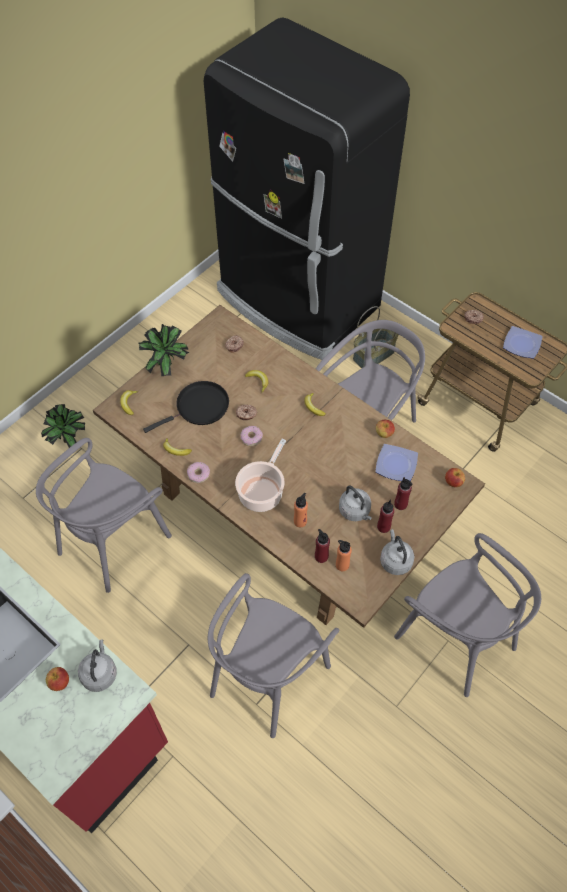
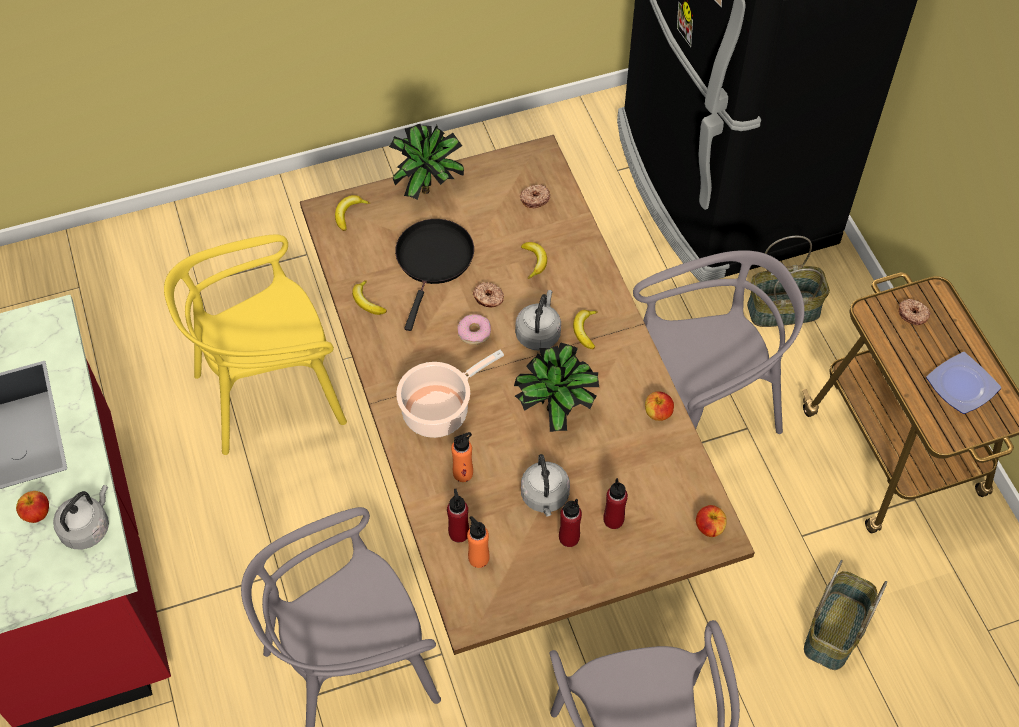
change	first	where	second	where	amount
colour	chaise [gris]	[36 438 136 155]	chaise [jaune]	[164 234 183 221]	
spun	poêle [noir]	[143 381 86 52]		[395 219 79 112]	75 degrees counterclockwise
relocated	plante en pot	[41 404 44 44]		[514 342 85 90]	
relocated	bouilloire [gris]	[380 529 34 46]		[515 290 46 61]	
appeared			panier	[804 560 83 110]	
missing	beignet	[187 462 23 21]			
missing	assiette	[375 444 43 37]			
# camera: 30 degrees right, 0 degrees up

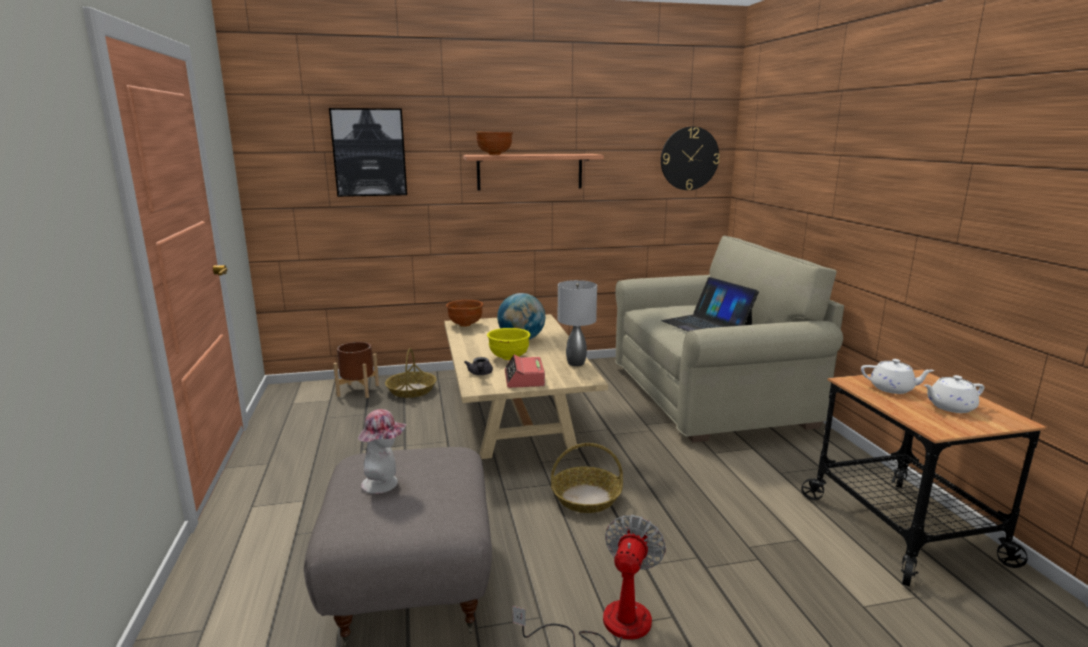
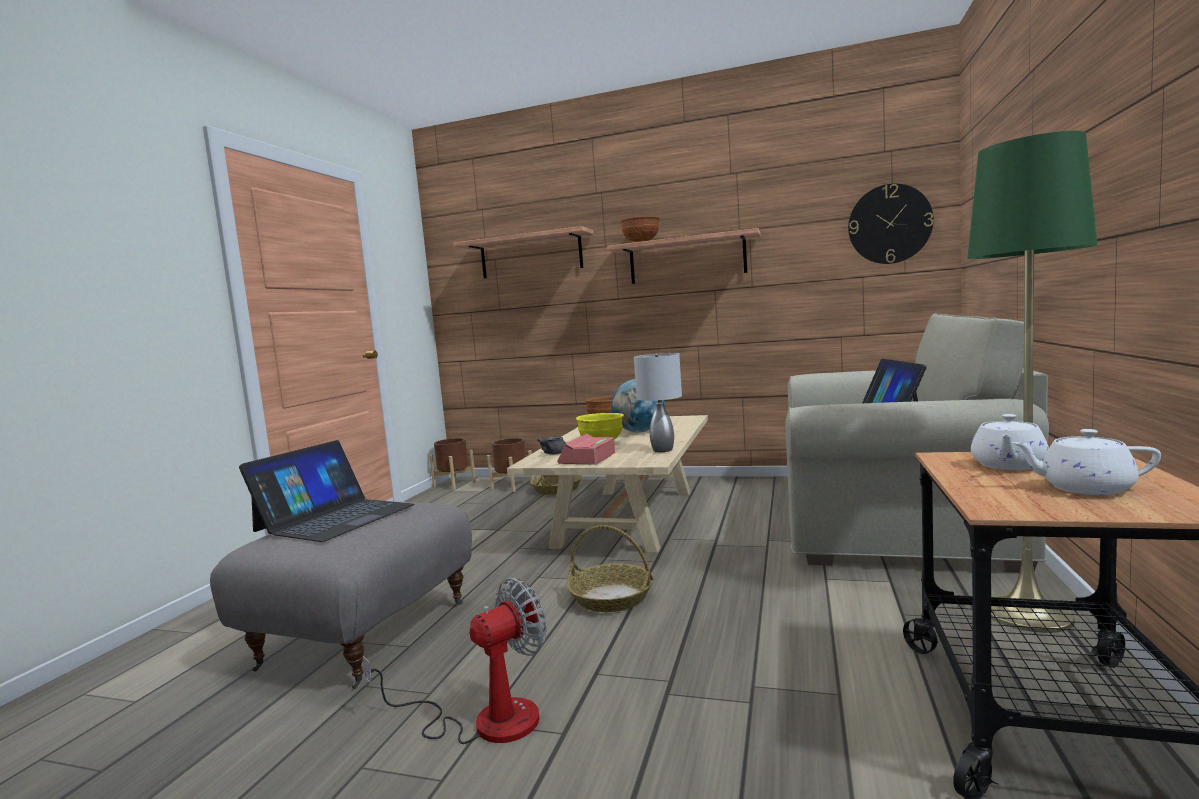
change	first	where	second	where	amount
exchanged	chapeau	[358 409 48 85]	ordinateur portable	[239 440 175 102]	
appeared			cache-pot [marron]	[429 438 47 52]	
exchanged	tableau	[329 108 78 89]	étagère	[453 226 140 52]	
appeared			lampadaire [vert]	[967 131 130 502]	
spun	théière [blanc]	[861 359 74 35]		[971 414 78 56]	75 degrees clockwise
# camera: 30 degrees right, 10 degrees down

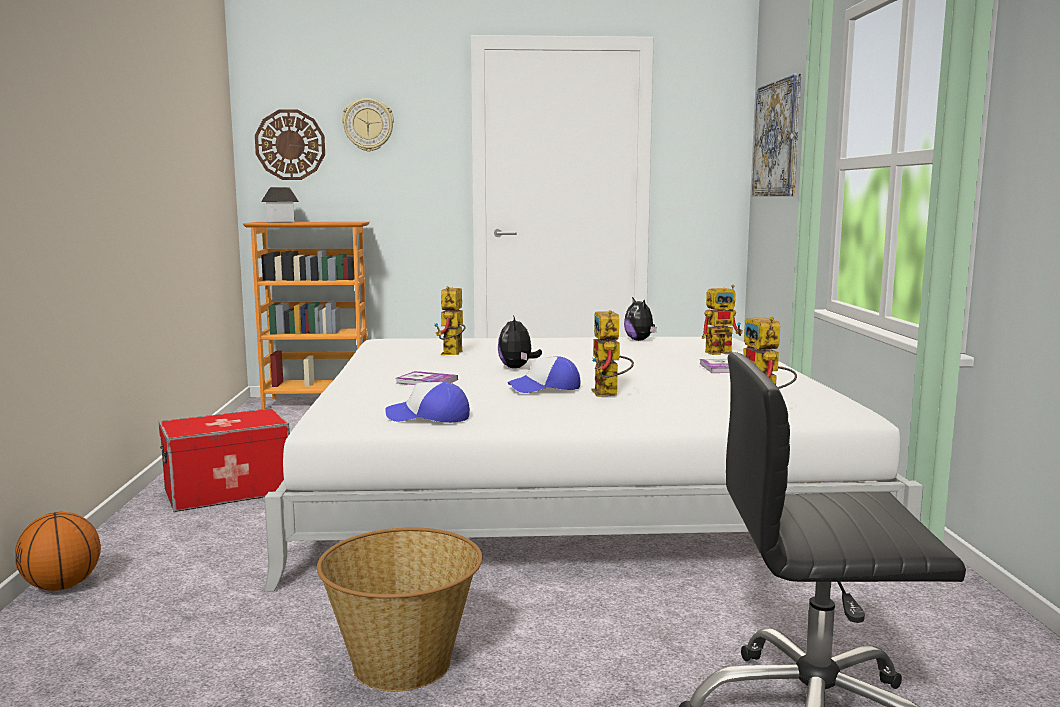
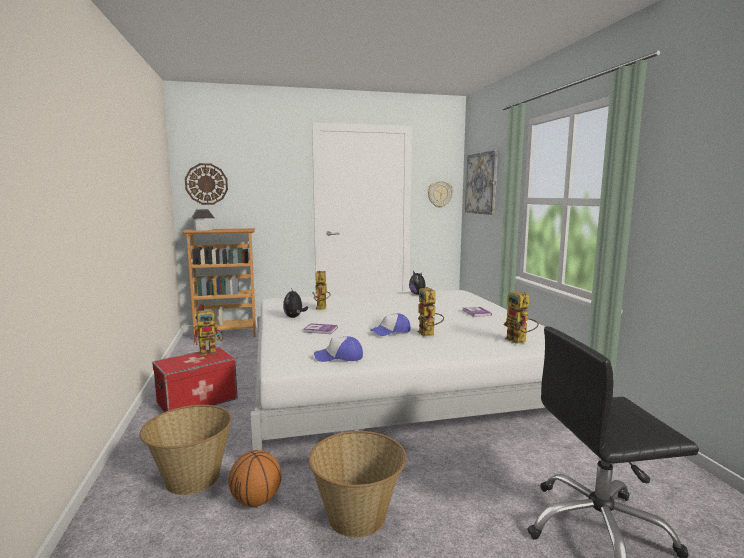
change	first	where	second	where	amount
appeared			panier	[140 405 92 90]	
relocated	robot jouet	[702 285 41 70]		[193 308 30 48]	
relocated	ballon de basket	[15 511 86 80]		[228 450 54 57]	
relocated	peluche	[498 315 44 53]		[283 288 25 30]	
relocated	horloge murale	[342 98 52 54]		[428 180 25 28]	
# camera: 10 degrees left, 0 degrees up

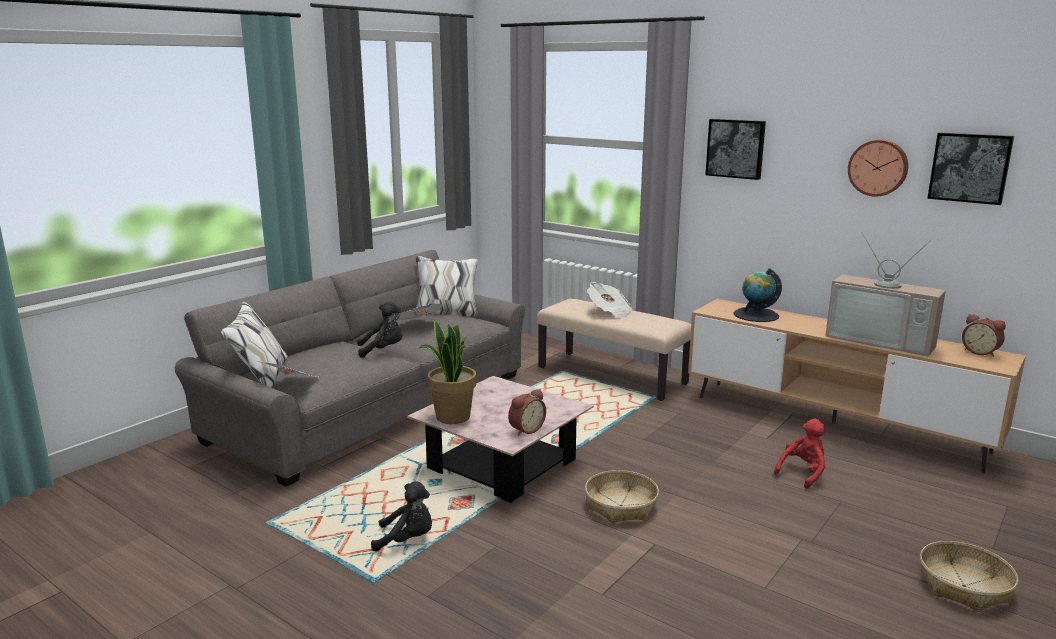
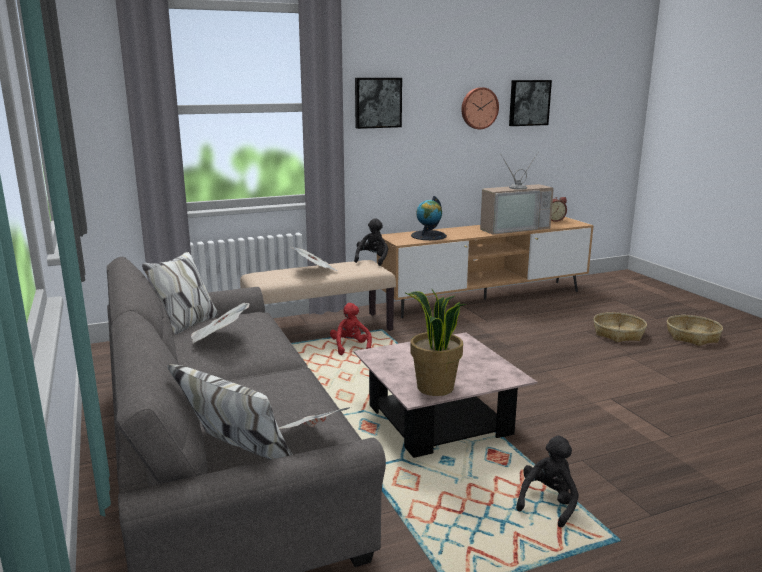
change	first	where	second	where	amount
relocated	peluche [rouge]	[774 419 51 70]		[330 303 42 52]	
relocated	peluche [noir]	[357 301 45 57]		[354 218 34 48]	
relocated	panier	[585 470 74 53]		[593 312 54 30]	
missing	réveil	[508 389 38 47]			
# camera: 60 degrees left, 0 degrees up

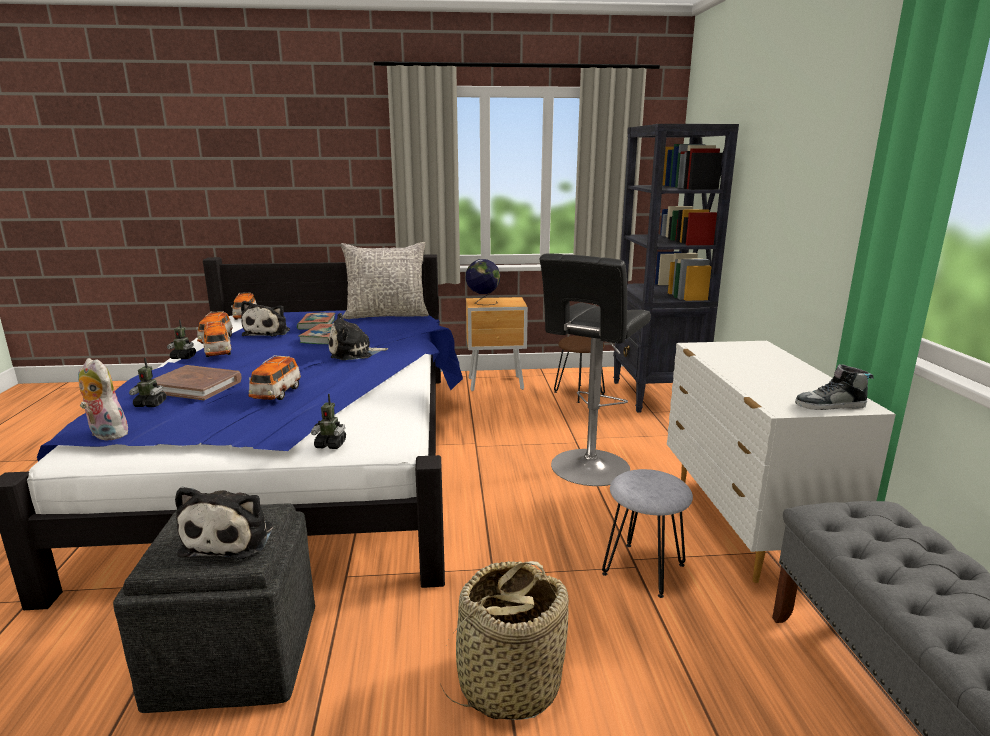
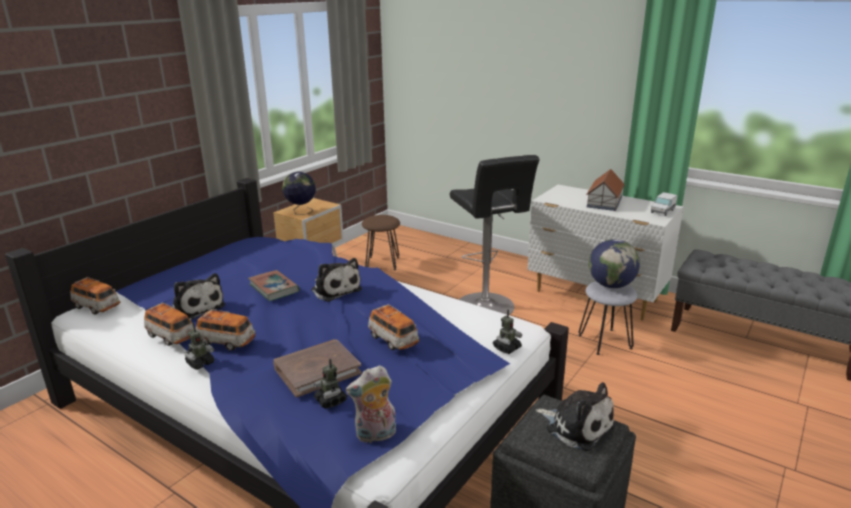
change	first	where	second	where	amount
spun	peluche	[329 313 59 47]		[311 258 51 44]	60 degrees counterclockwise
spun	robot jouet	[129 358 37 49]		[314 359 33 50]	105 degrees clockwise
appeared			maison miniature	[586 169 39 42]	
appeared			globe	[589 239 51 49]	
exchanged	chaussure	[795 364 79 46]	camion jouet	[651 192 27 24]	
missing	livre	[297 313 38 17]			
missing	coussin [gris]	[341 242 88 77]			
missing	panier	[440 561 129 159]			
missing	bibliothèque [noir]	[613 124 126 289]			
# camera: 50 degrees left, 5 degrees up

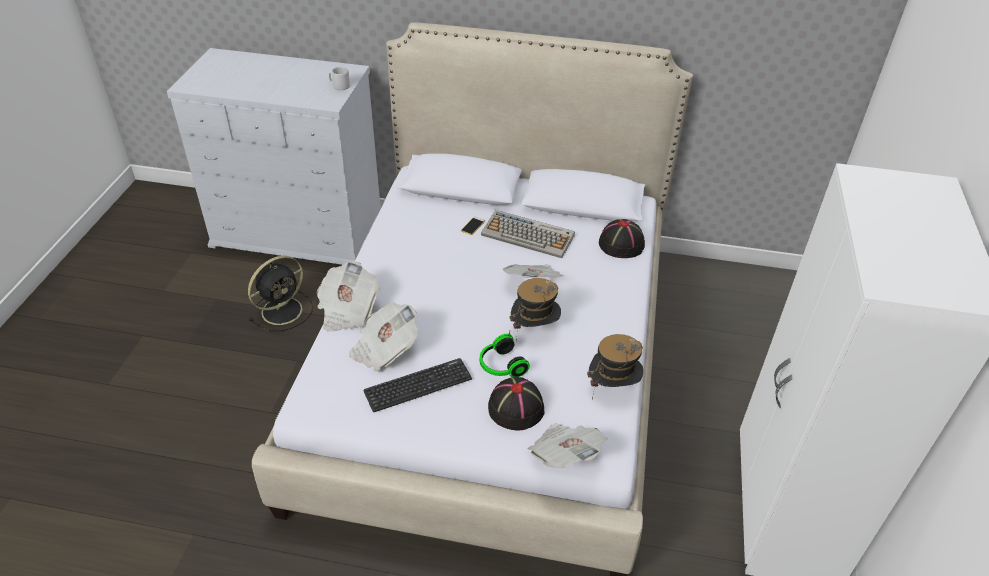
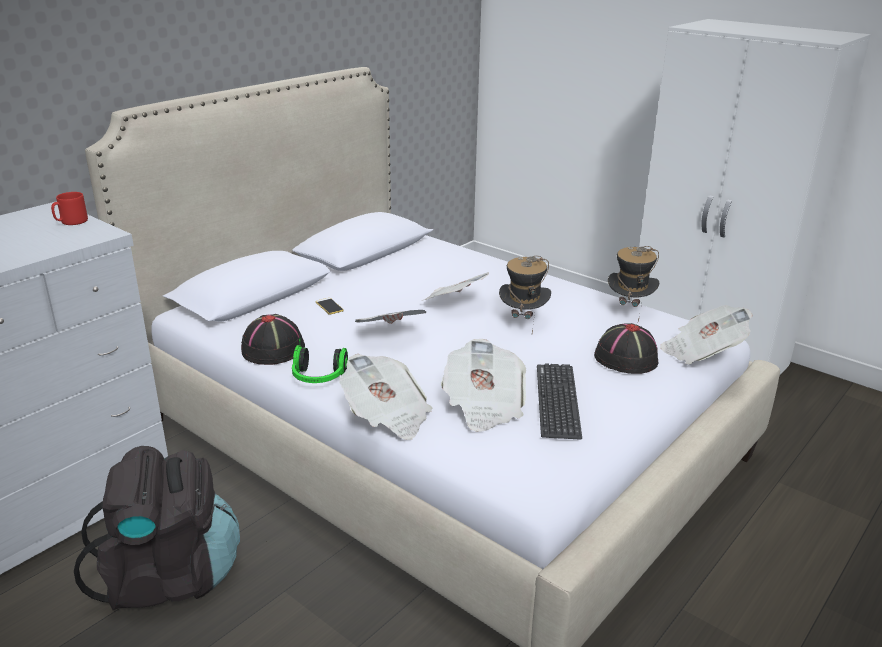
change	first	where	second	where	amount
colour	mug [gris]	[329 67 21 23]	mug [rouge]	[51 192 37 33]	
exchanged	ventilateur [noir]	[248 256 65 75]	sac à dos [noir]	[74 446 166 164]	
relocated	chapeau [noir]	[599 219 46 39]		[241 314 64 51]	
relocated	casque audio	[480 331 50 46]		[292 338 56 45]	
appeared			journal	[355 310 72 14]	
missing	clavier	[481 210 94 48]			
# camera: 60 degrees left, 15 degrees down

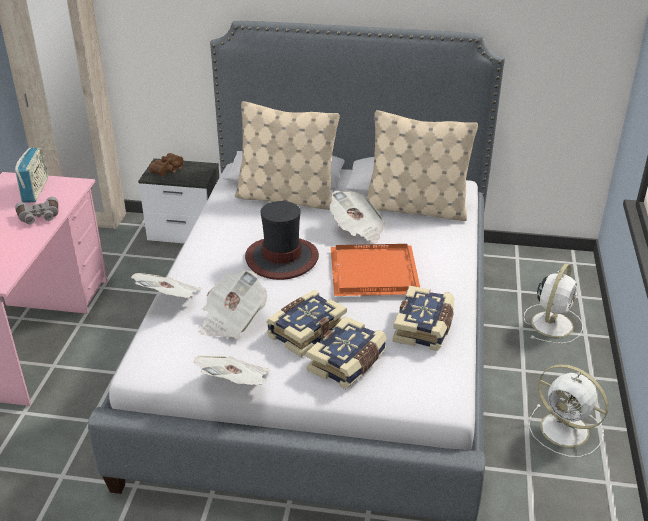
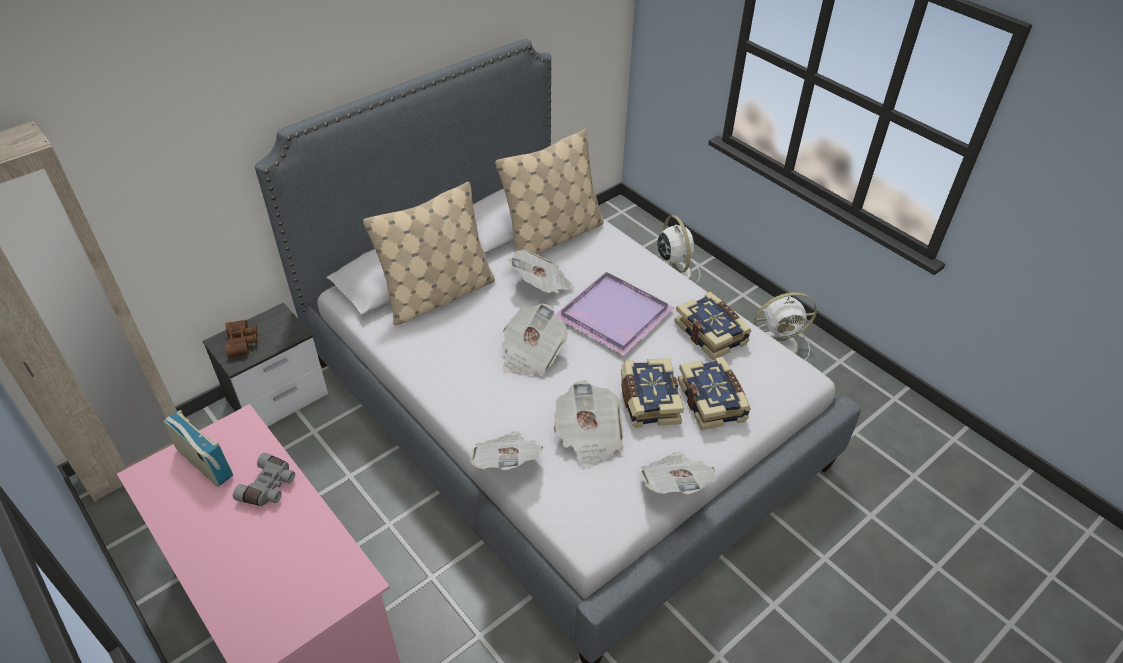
change	first	where	second	where	amount
exchanged	chapeau	[245 201 74 79]	journal	[502 304 66 71]	
colour	plateau [orange]	[331 244 89 52]	plateau [violet]	[556 272 119 84]	
# camera: 50 degrees left, 10 degrees up

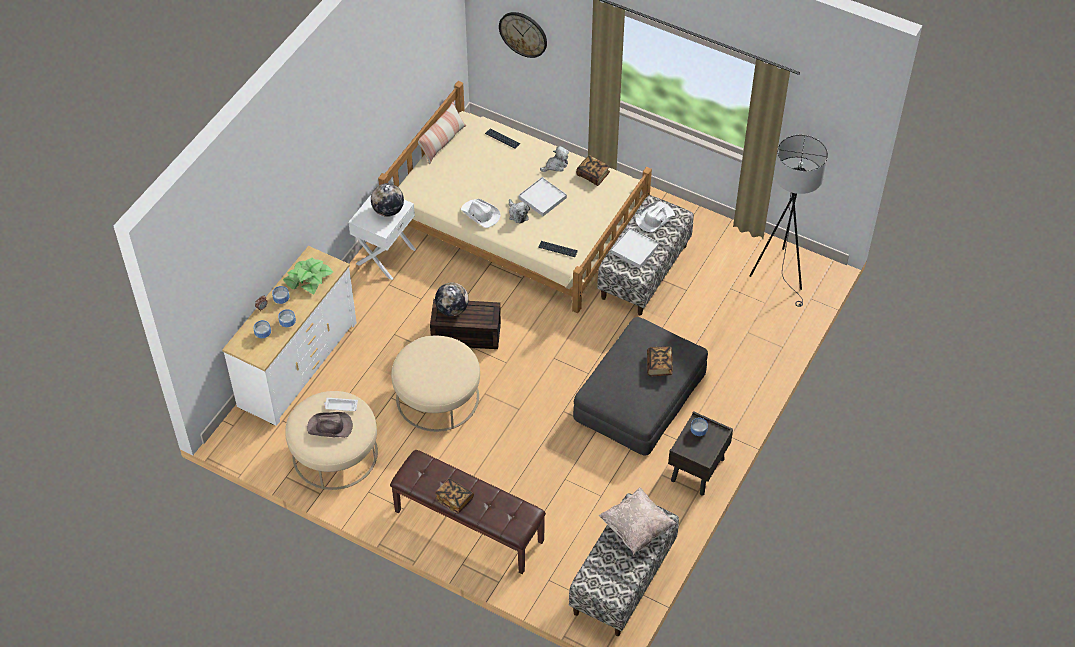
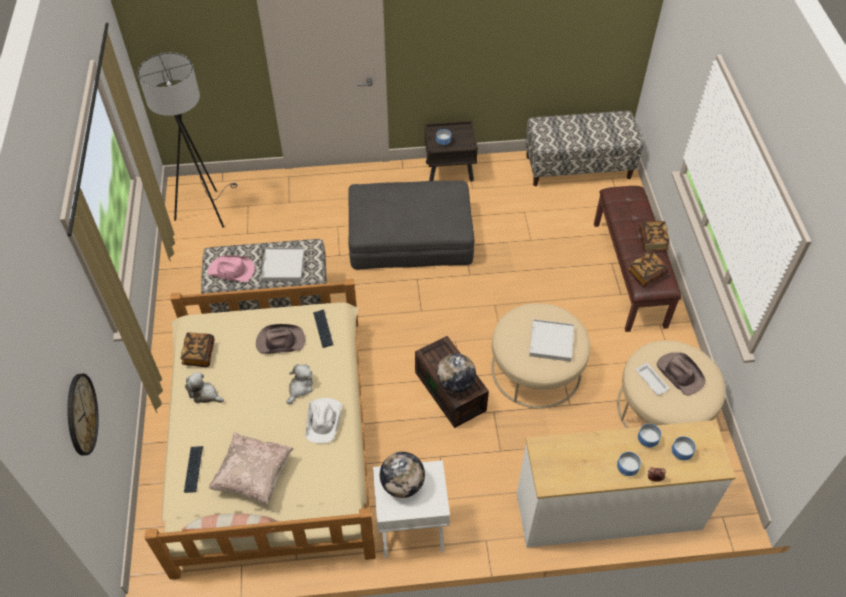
change	first	where	second	where	amount
colour	chapeau [blanc]	[636 201 39 31]	chapeau [rose]	[208 255 47 27]	
relocated	coussin [beige]	[599 487 78 68]		[209 432 85 72]	
appeared			chapeau [marron]	[256 324 49 30]	
relocated	plateau [blanc]	[518 177 49 39]		[529 319 45 43]	
relocated	livre	[647 347 26 30]		[628 251 40 36]	
missing	plante en pot	[283 258 50 37]			
# camera: 125 degrees left, 0 degrees up

